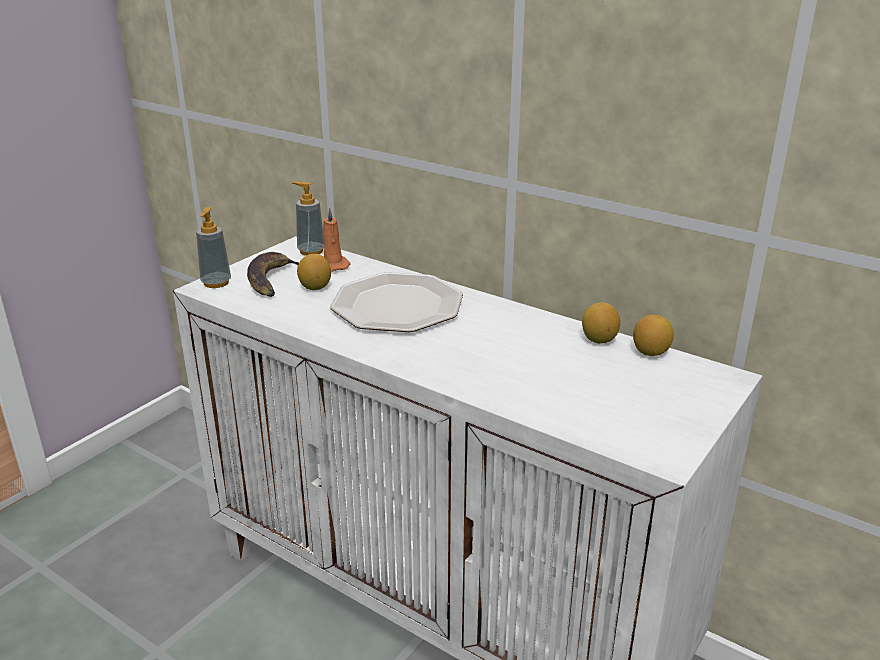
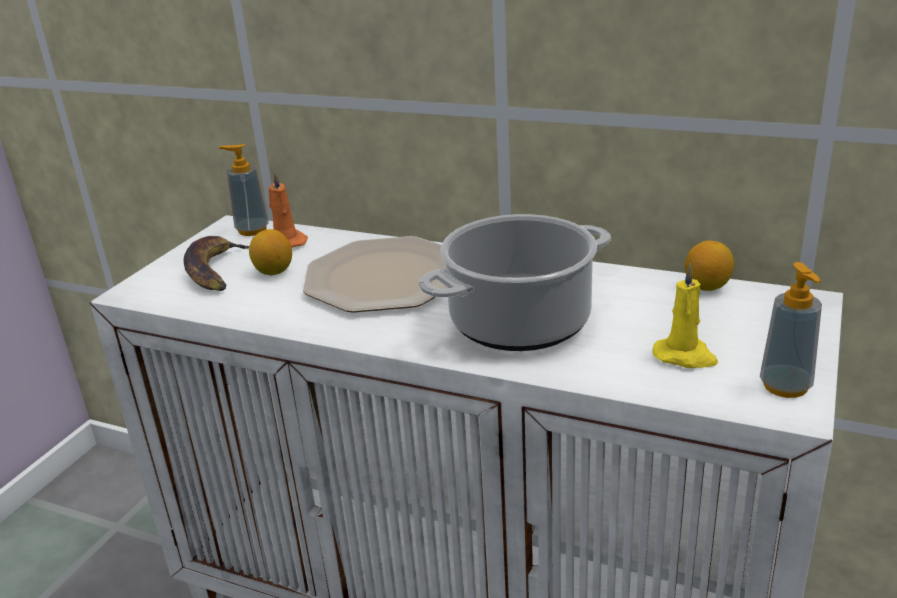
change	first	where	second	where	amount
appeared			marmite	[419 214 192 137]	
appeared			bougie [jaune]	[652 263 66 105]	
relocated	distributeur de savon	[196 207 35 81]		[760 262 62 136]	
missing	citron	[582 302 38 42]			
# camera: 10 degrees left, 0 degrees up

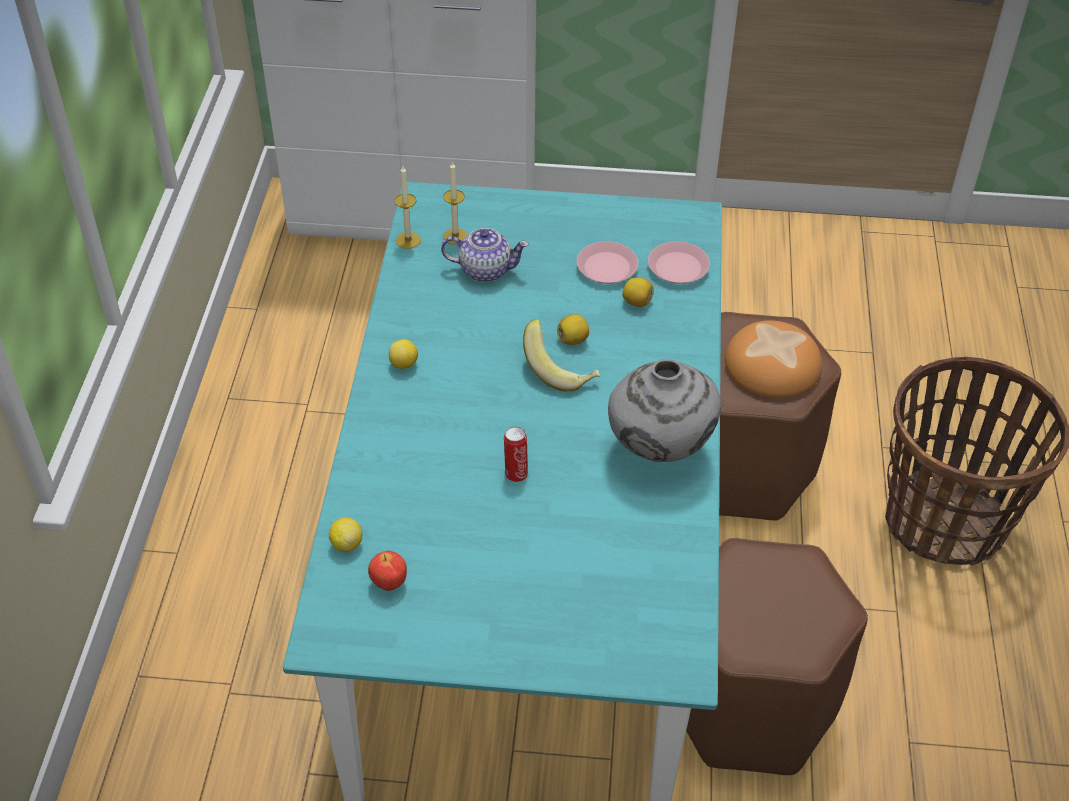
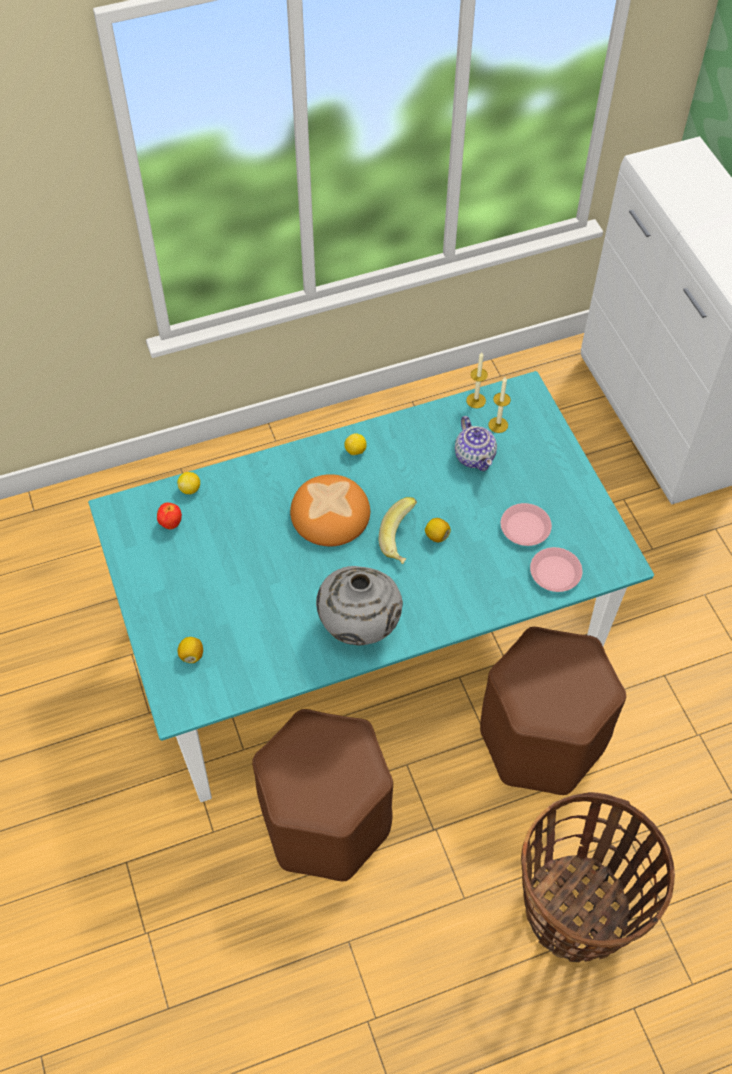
change	first	where	second	where	amount
relocated	citron	[622 277 32 30]		[177 637 26 26]	
relocated	pain	[725 320 97 78]		[290 474 80 72]	
missing	boîte métallique	[504 427 24 55]			
# camera: 65 degrees right, 10 degrees up

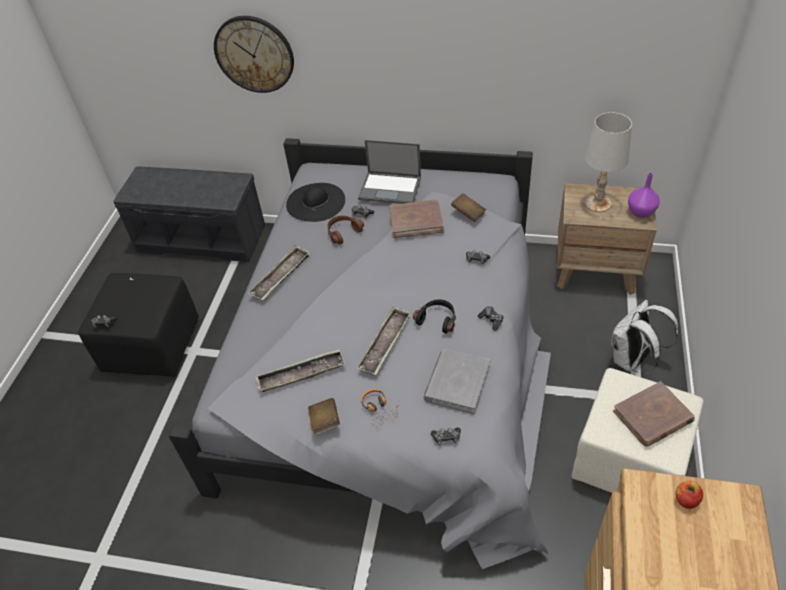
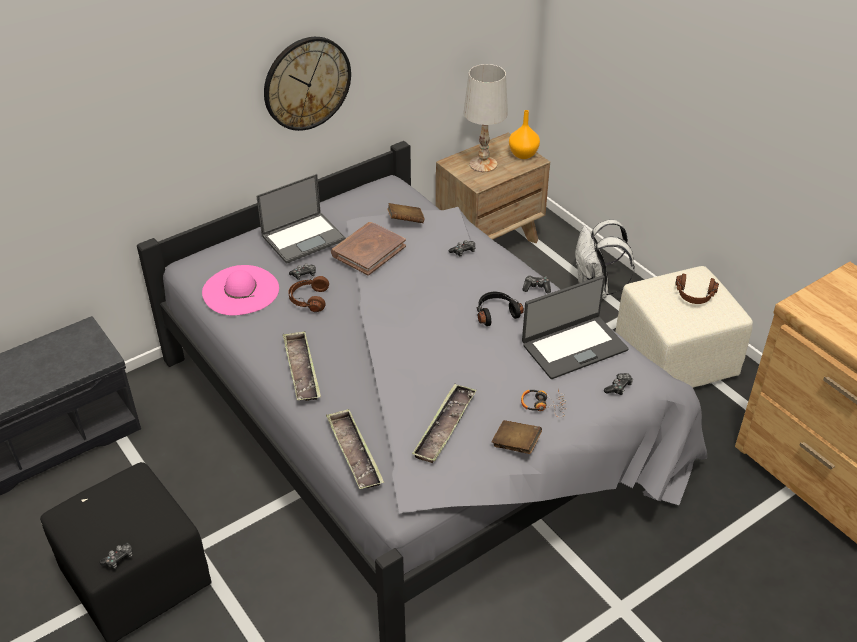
change	first	where	second	where	amount
colour	chapeau [noir]	[286 183 59 39]	chapeau [rose]	[202 265 77 50]	
relocated	horloge murale	[214 16 80 77]		[264 37 87 94]	
relocated	plateau	[357 307 54 68]		[326 409 58 80]	
colour	vase [violet]	[628 173 32 45]	vase [orange]	[509 110 31 49]	
exchanged	livre [gris]	[424 349 66 65]	ordinateur portable	[522 275 107 104]	
exchanged	livre [marron]	[613 381 82 66]	casque audio [marron]	[675 273 44 31]	
missing	pomme	[676 481 27 28]			
# camera: 50 degrees left, 5 degrees down

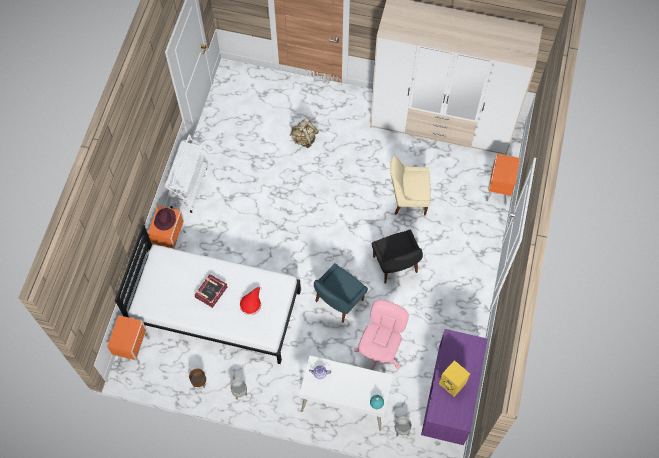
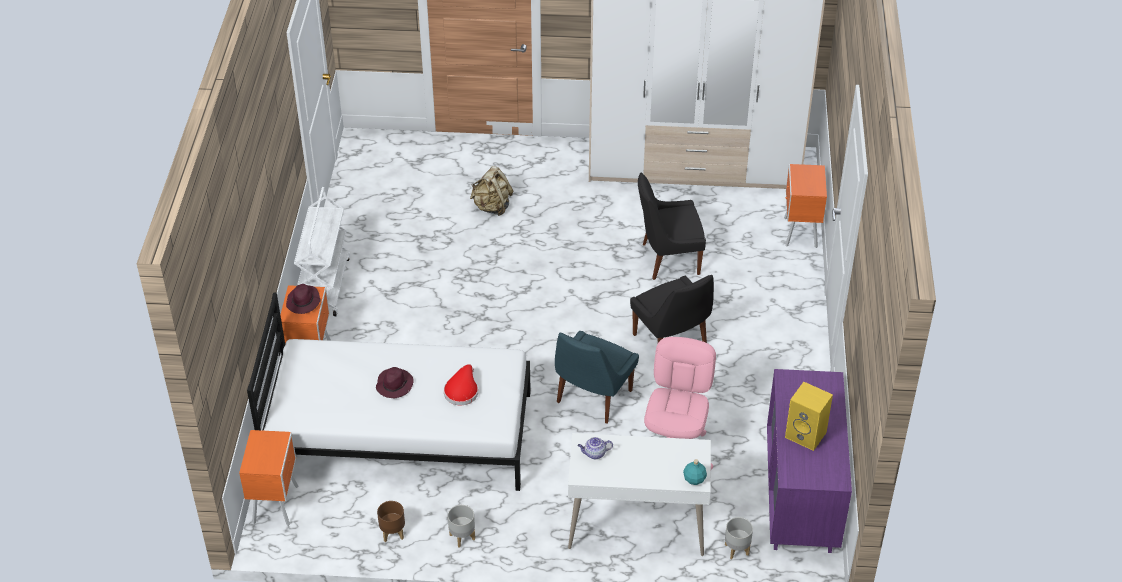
change	first	where	second	where	amount
exchanged	livre	[195 274 33 34]	chapeau [violet]	[376 367 38 31]	
colour	chaise [beige]	[390 156 41 59]	chaise [noir]	[638 173 68 107]	
# camera: 10 degrees left, 20 degrees down

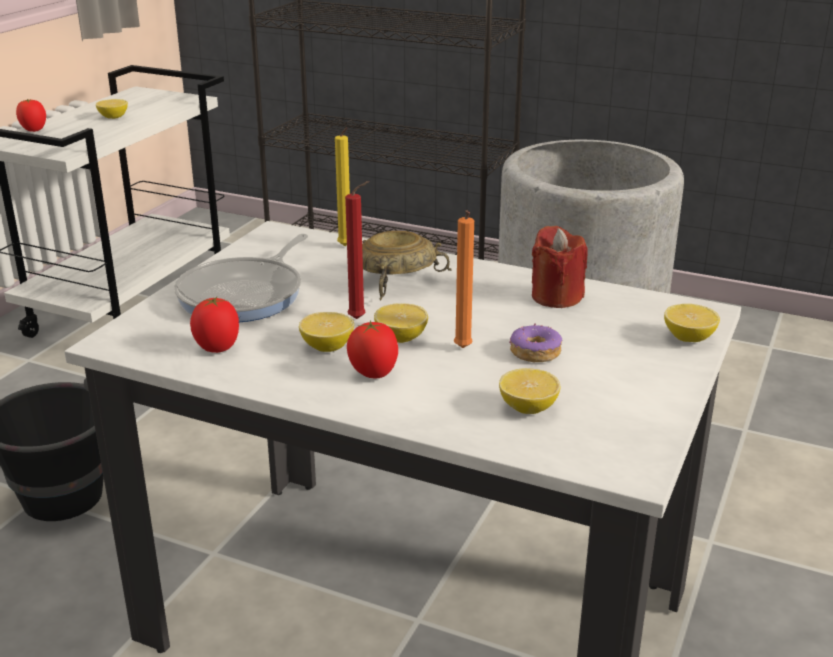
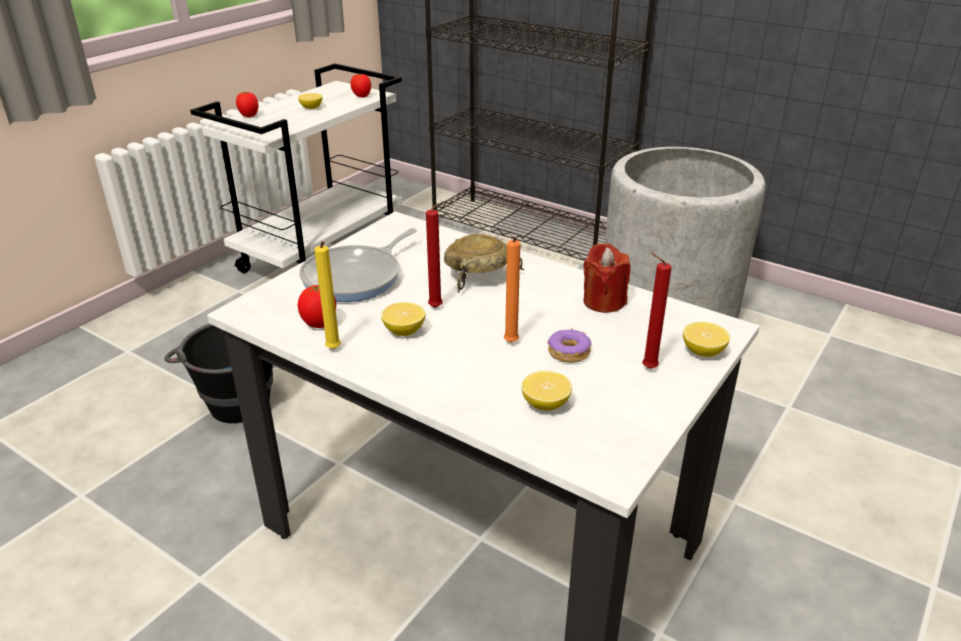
change	first	where	second	where	amount
relocated	bougie [jaune]	[335 128 15 118]		[314 242 27 107]	
relocated	tomate	[347 320 51 58]		[350 73 21 24]	
appeared			bougie [rouge]	[642 253 30 116]	
missing	citron	[374 303 54 40]			
# camera: 10 degrees right, 5 degrees up

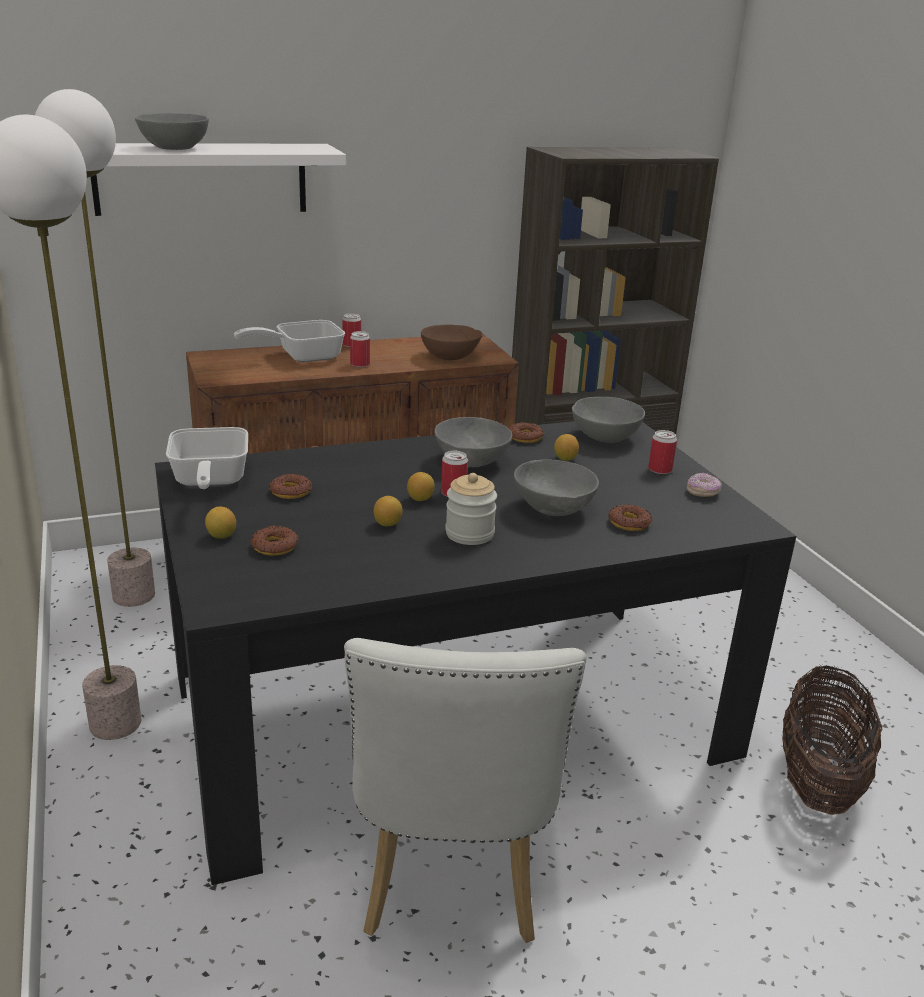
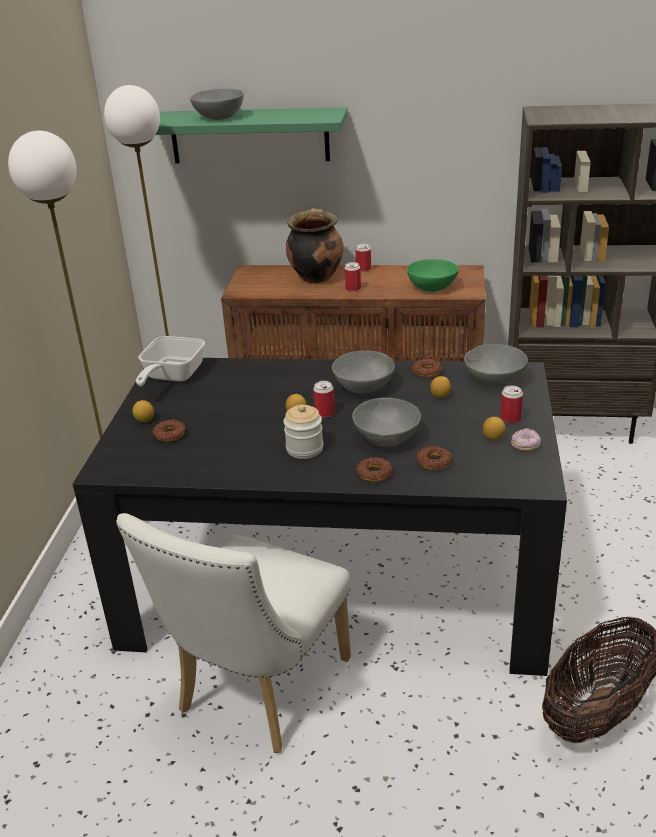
change	first	where	second	where	amount
colour	étagère [blanc]	[91 143 255 73]	étagère [vert]	[155 107 193 57]	
exchanged	poêle	[234 320 111 42]	marmite	[286 208 58 76]	
relocated	beignet	[269 474 43 25]		[356 457 36 25]	
colour	bol [marron]	[421 325 61 35]	bol [vert]	[407 259 52 33]	
relocated	citron	[374 496 28 31]		[483 417 23 23]	
# camera: 30 degrees right, 5 degrees up

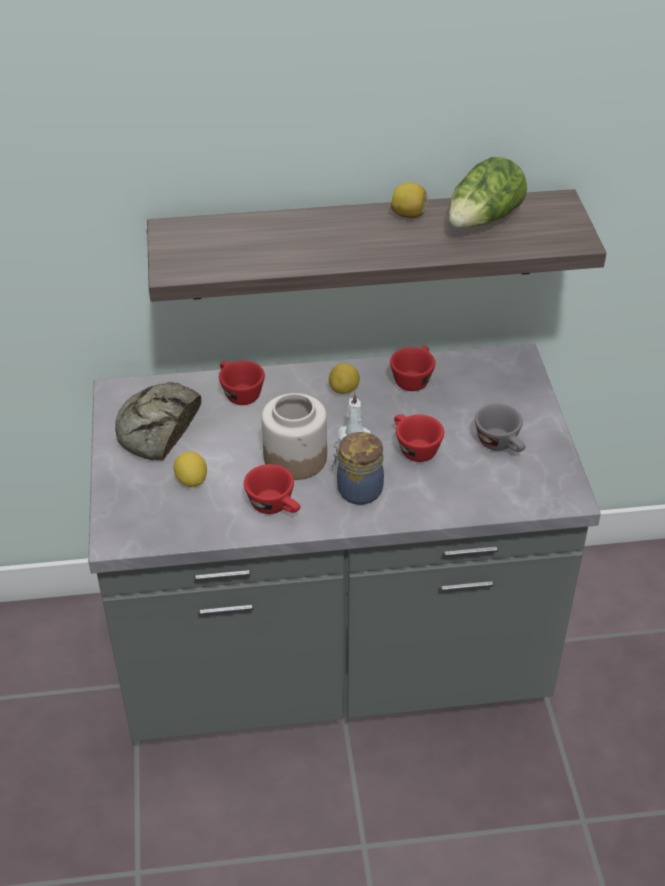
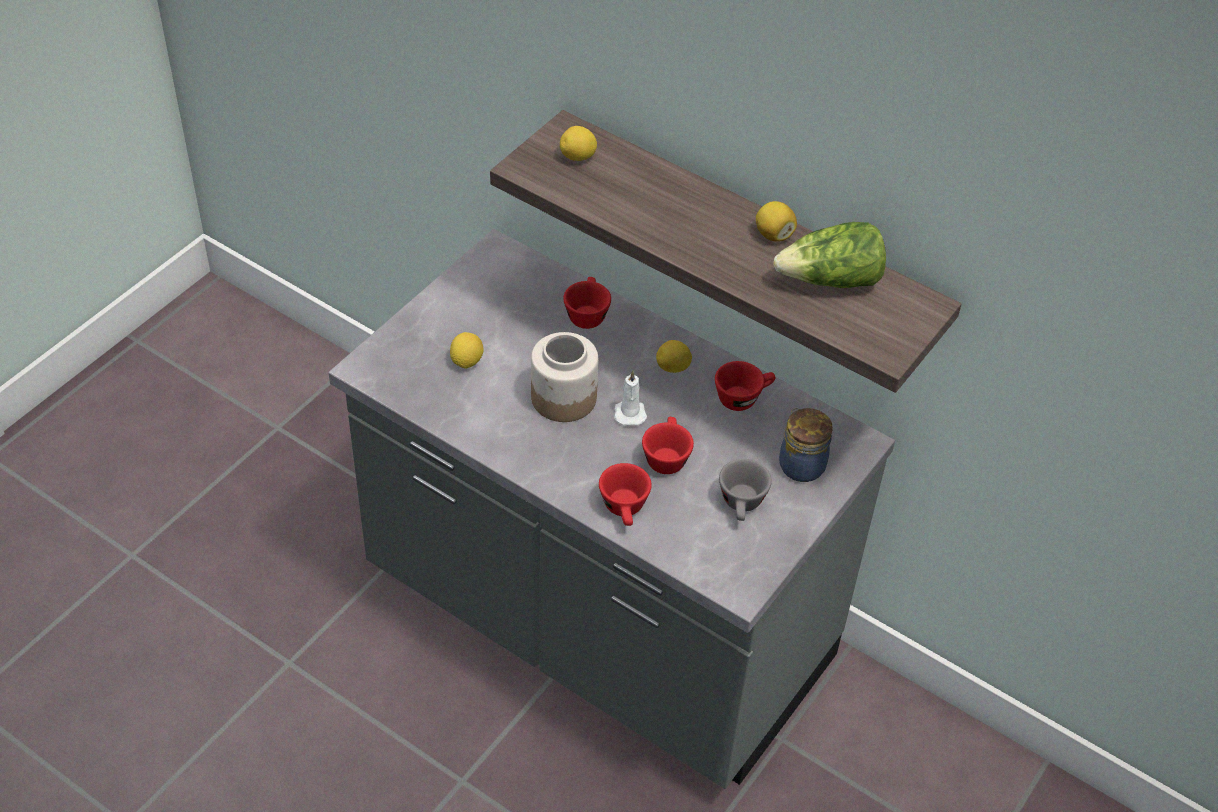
change	first	where	second	where	amount
appeared			citron	[560 126 37 35]	
relocated	tasse [rouge]	[244 464 56 50]		[599 463 53 63]	
relocated	bocal	[332 432 52 73]		[779 408 54 74]	
missing	pain	[115 382 86 78]			
# camera: 40 degrees right, 5 degrees up

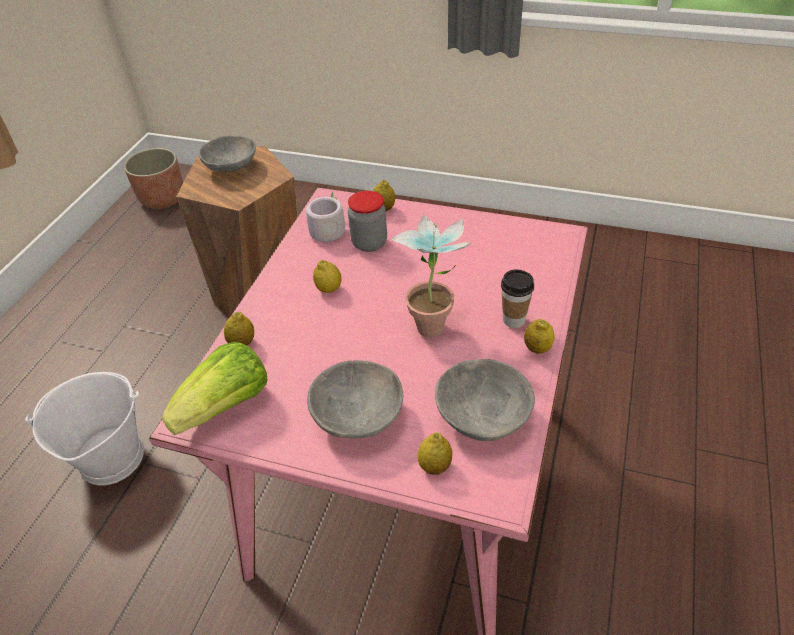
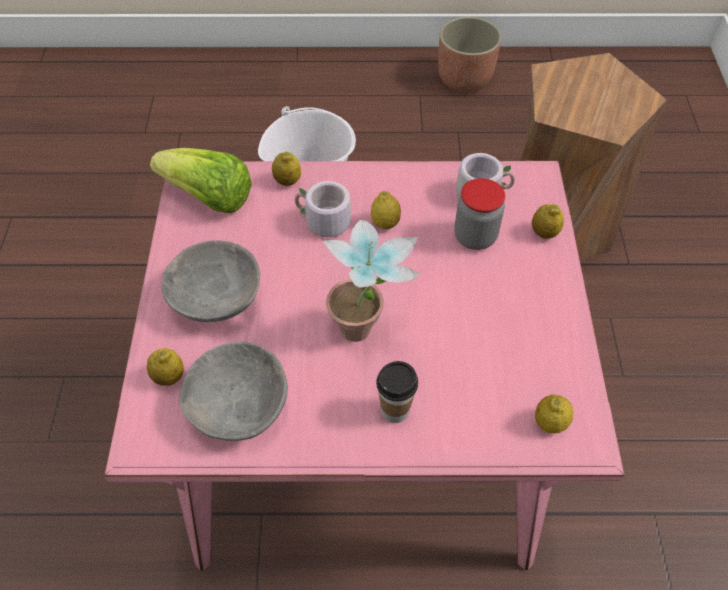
change	first	where	second	where	amount
appeared			mug [gris]	[295 181 56 56]	
relocated	cache-pot	[124 148 59 61]		[438 17 64 75]	
relocated	citron	[524 319 31 35]		[535 394 38 39]	
missing	bol [gris]	[199 136 57 36]			
# camera: 70 degrees right, 10 degrees up

